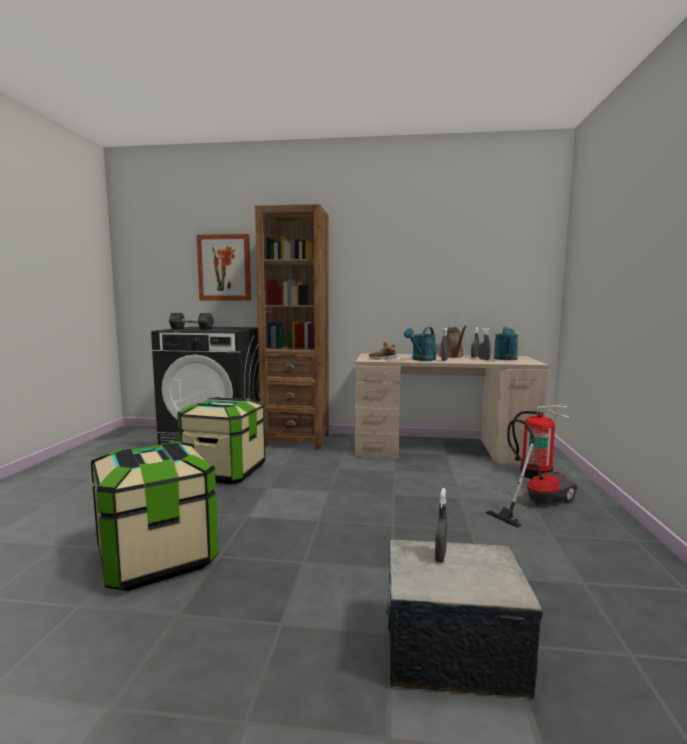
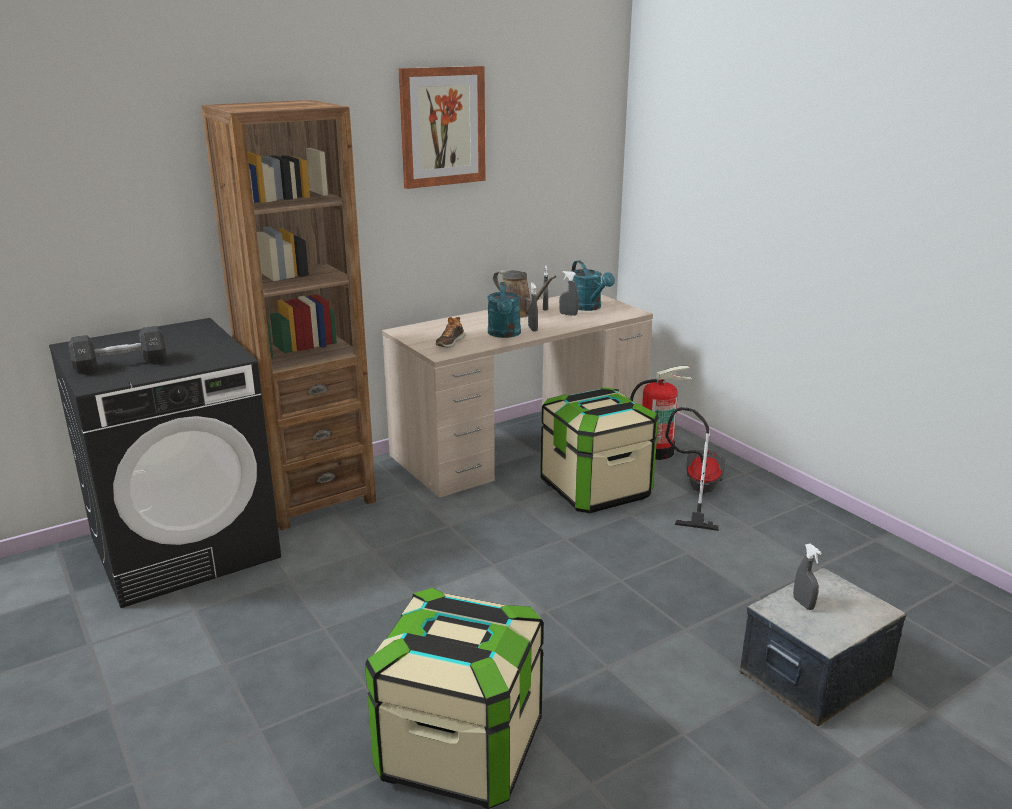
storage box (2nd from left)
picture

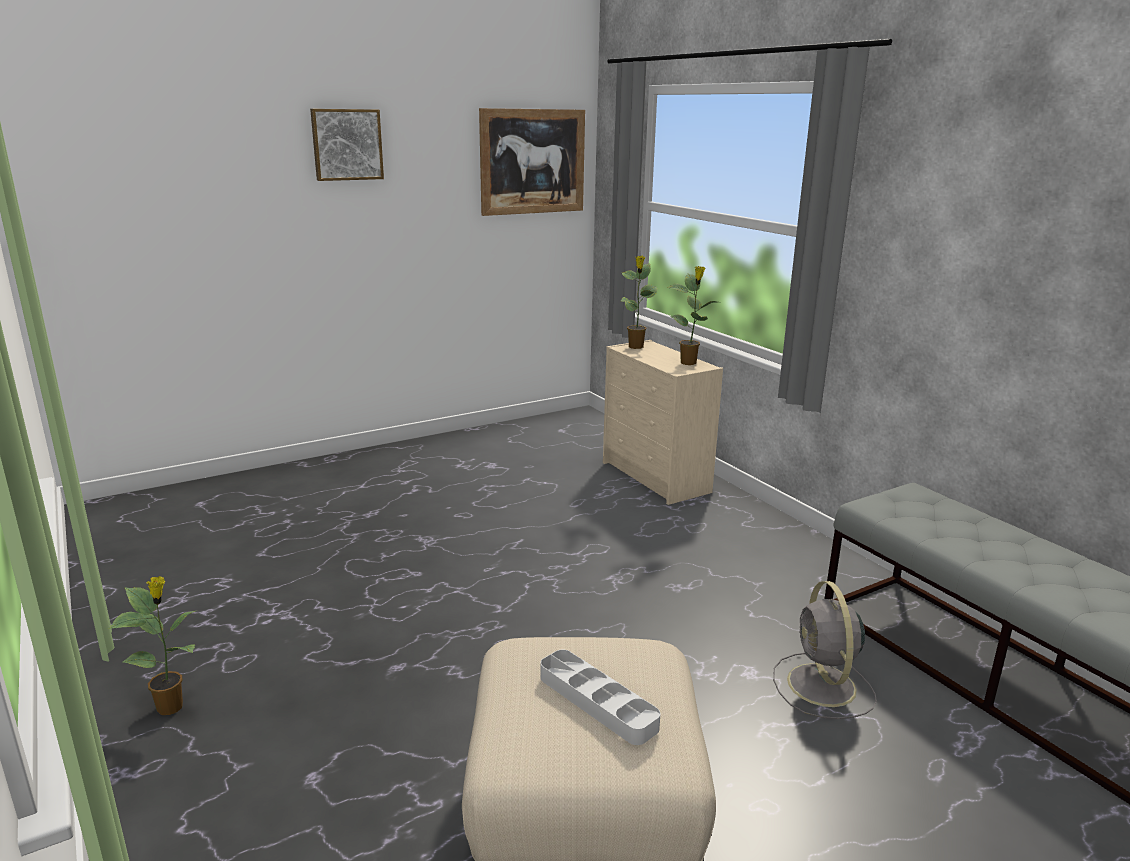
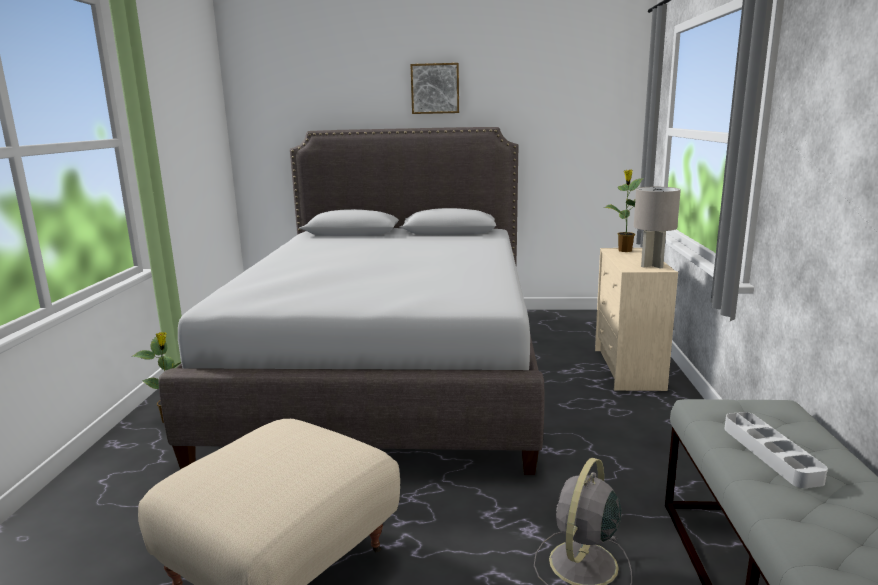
picture (2nd from left in the first image)
bed (grey)
tray (grey)
table lamp (grey)

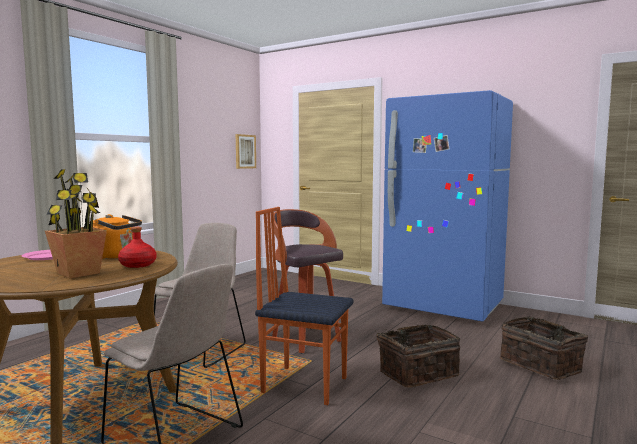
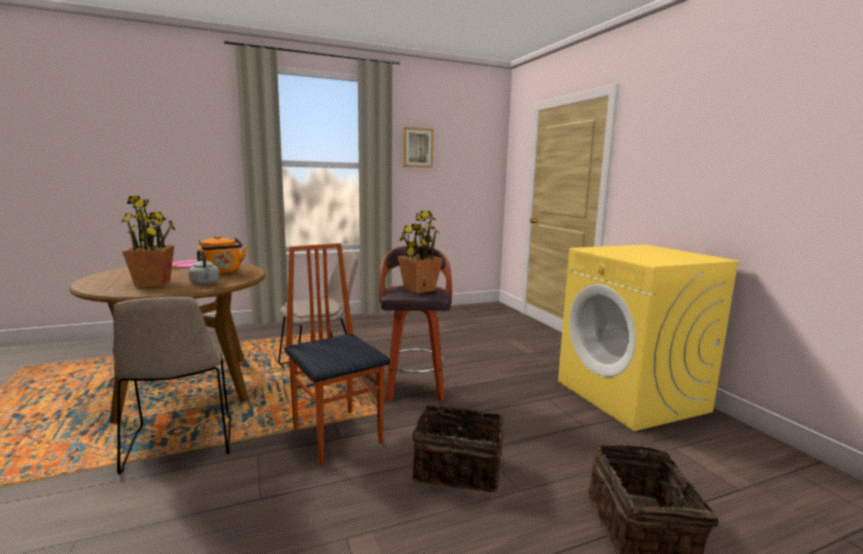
potted plant (2nd from left)
picture
kettle (grey)
washing machine (yellow)

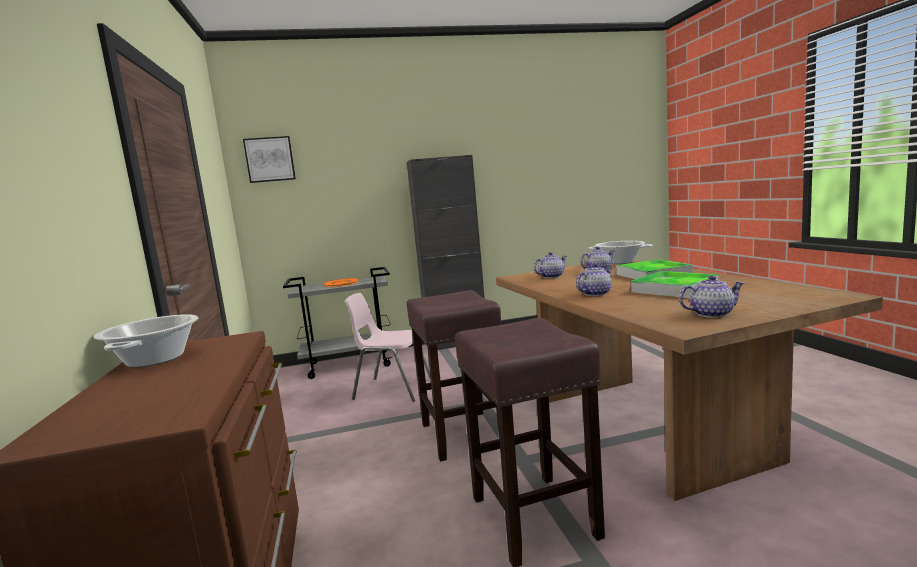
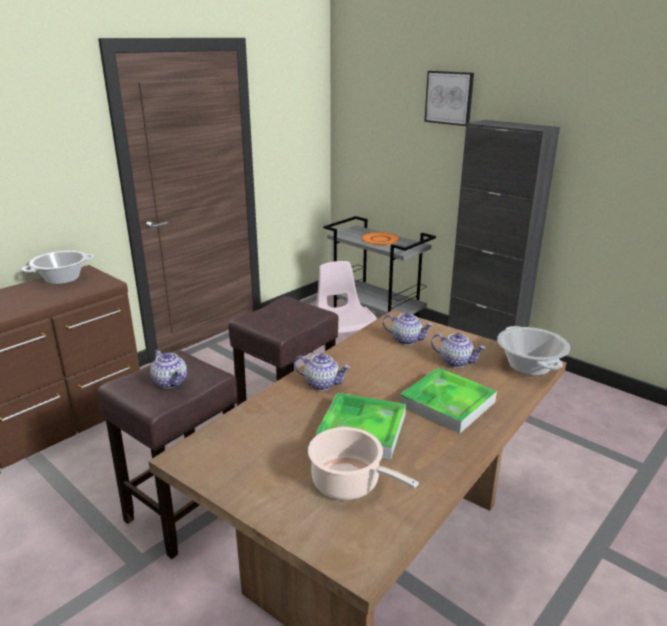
cooking pot (2nd from left)
picture
teapot (1st from left)

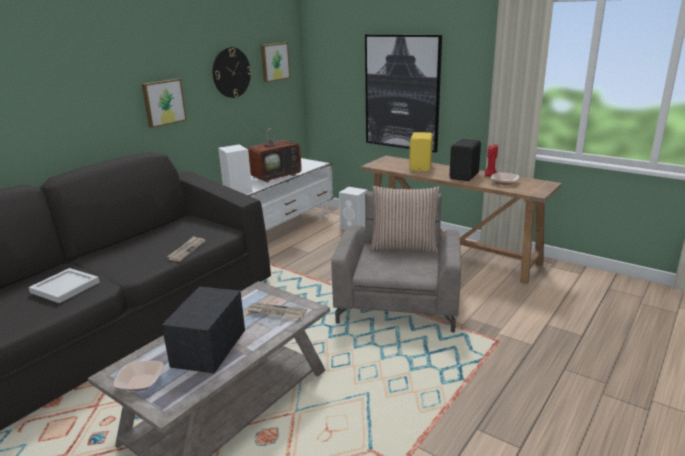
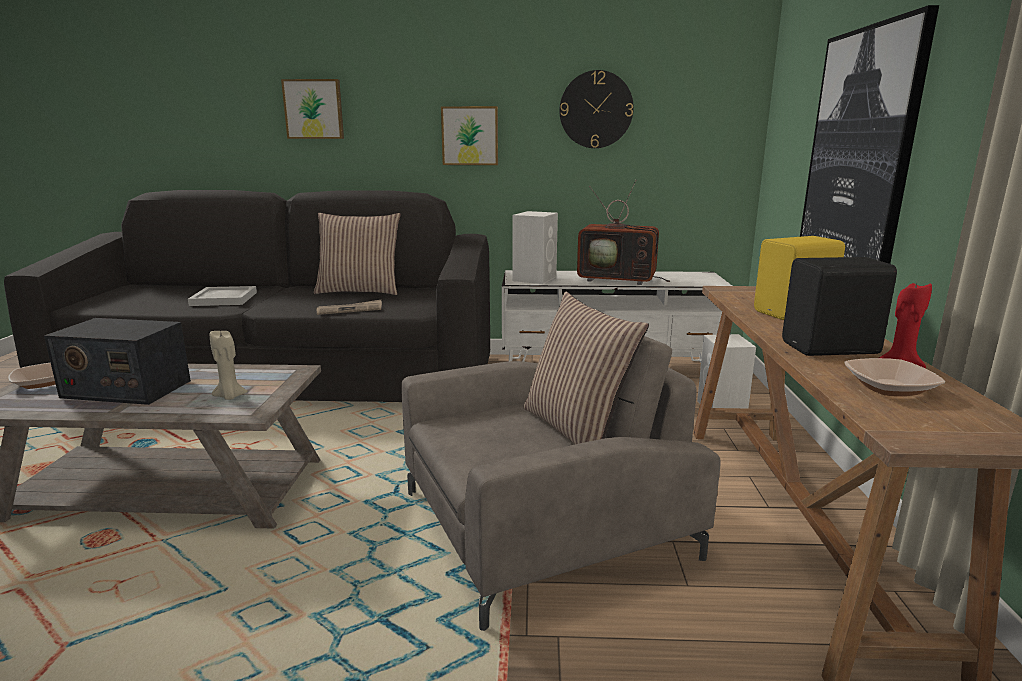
pillow (1st from left)
picture (1st from left)
candle (beige)
radio

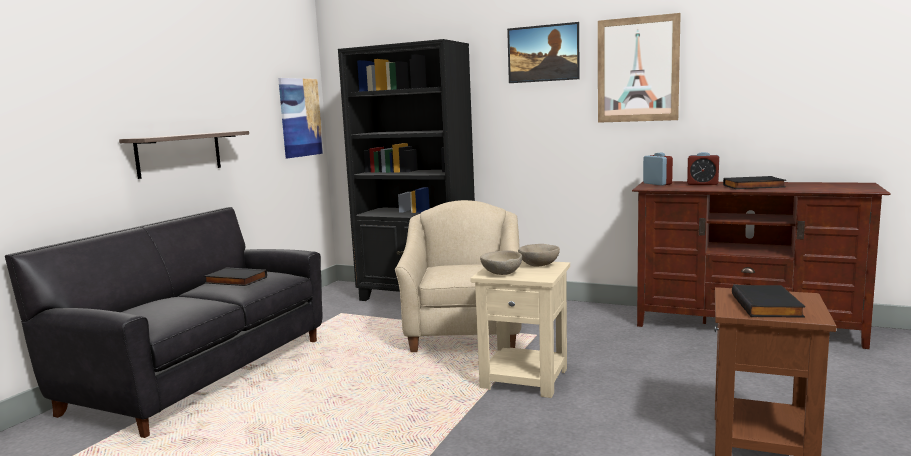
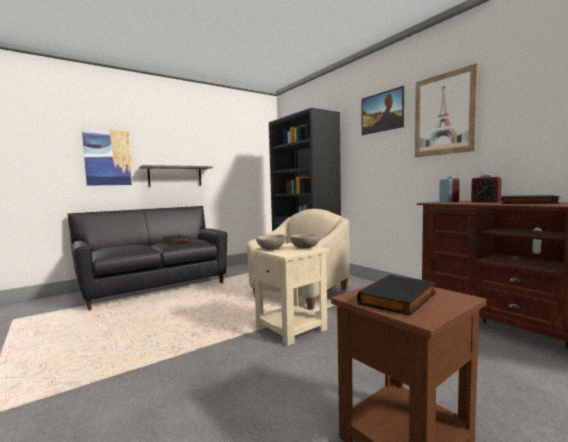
picture (1st from left)

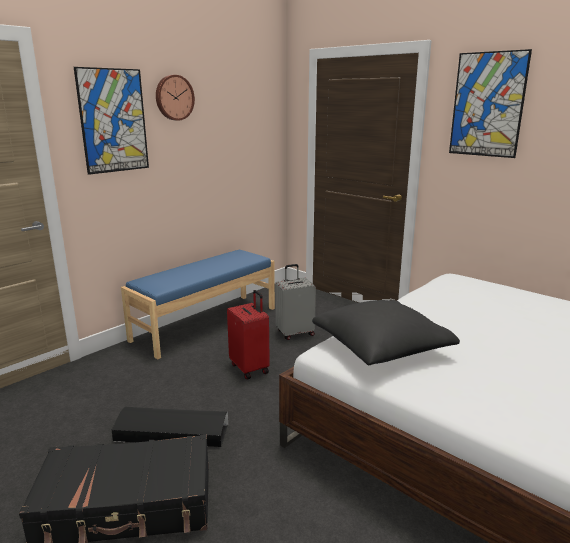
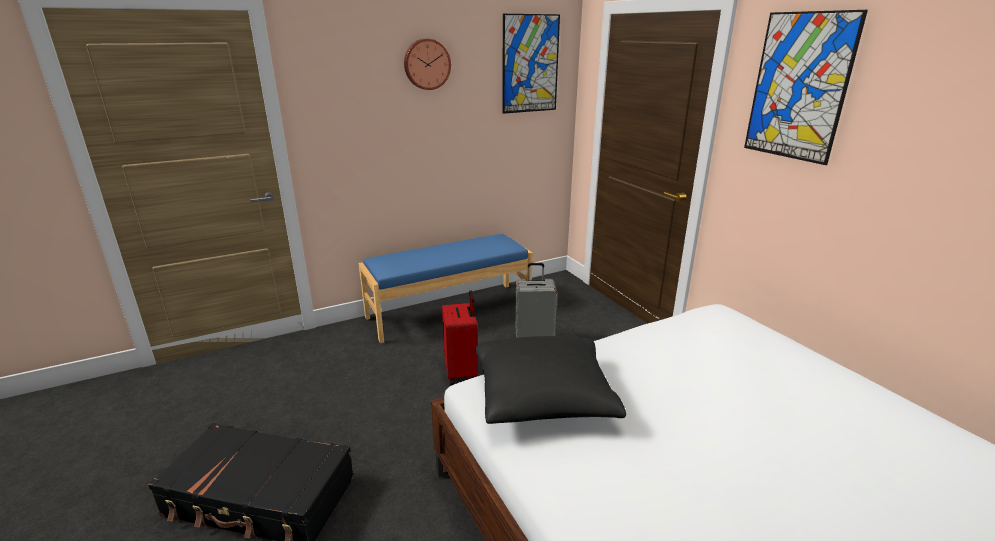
storage box (black)
picture (1st from left)

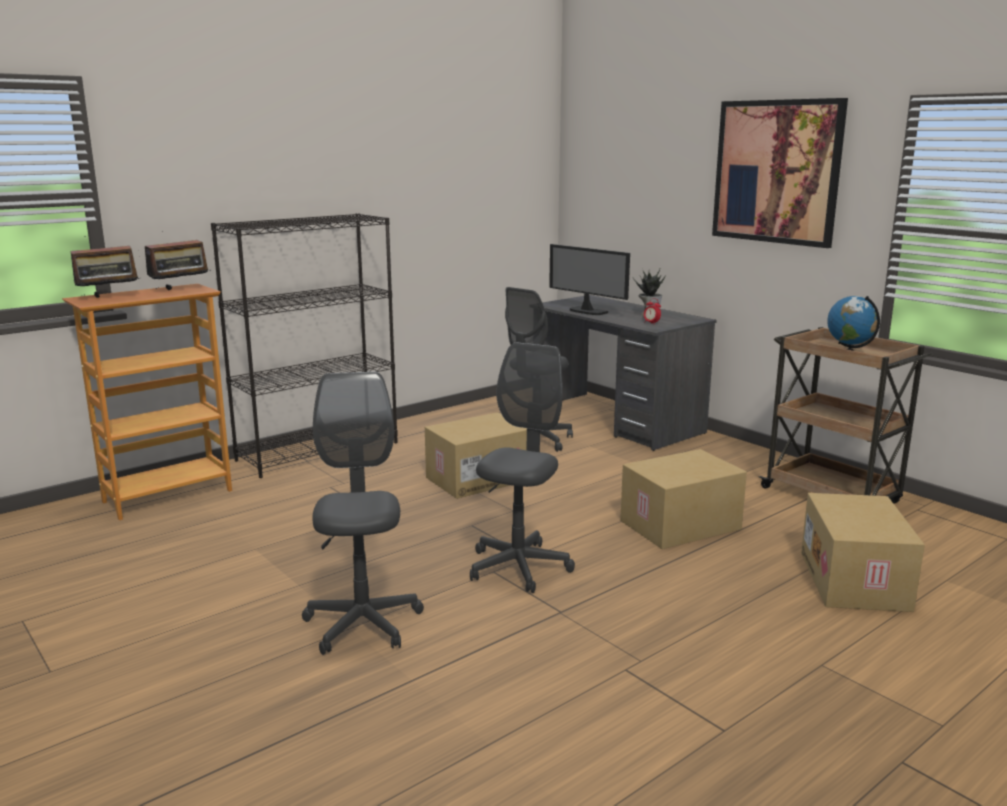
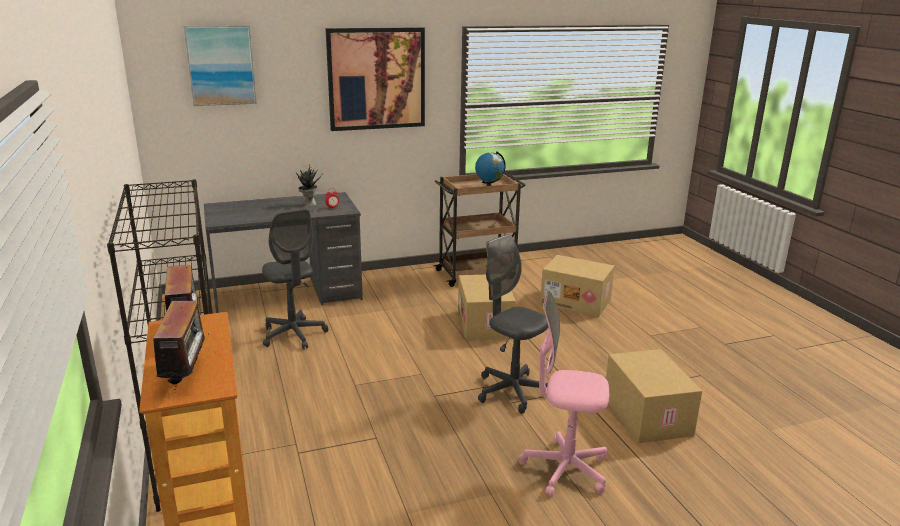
monitor
picture (1st from left)
cardboard box (3rd from left)
office chair (pink)

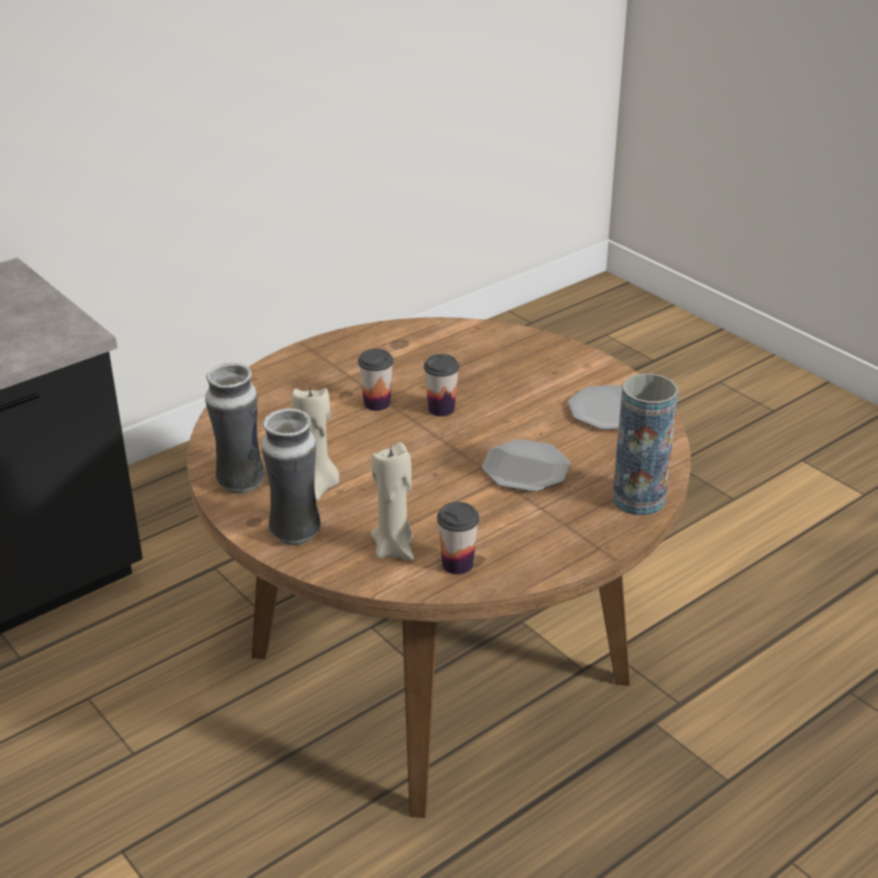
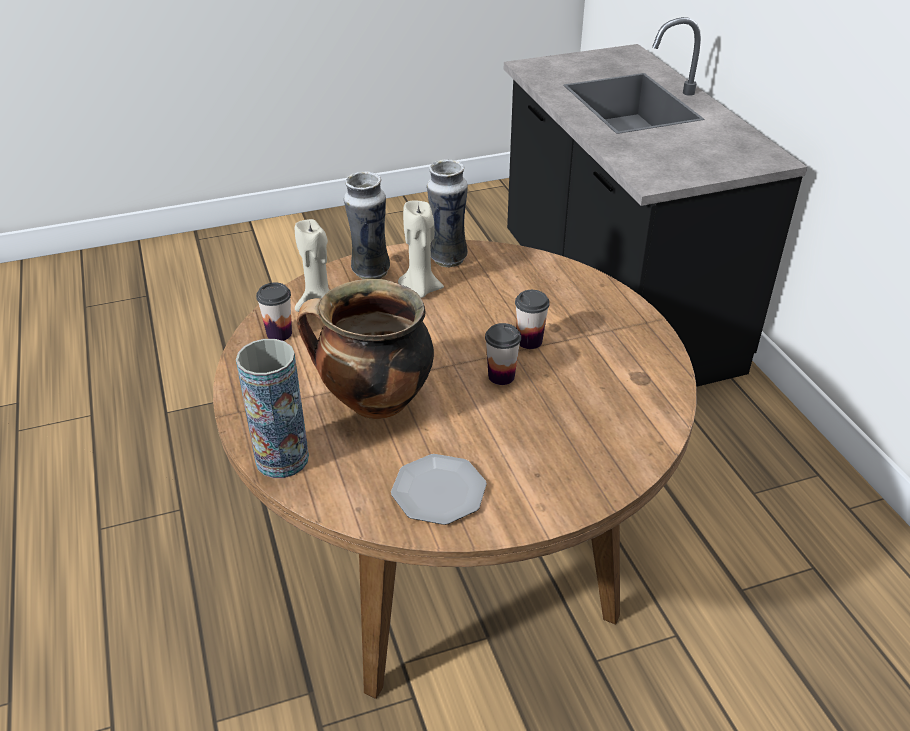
cooking pot

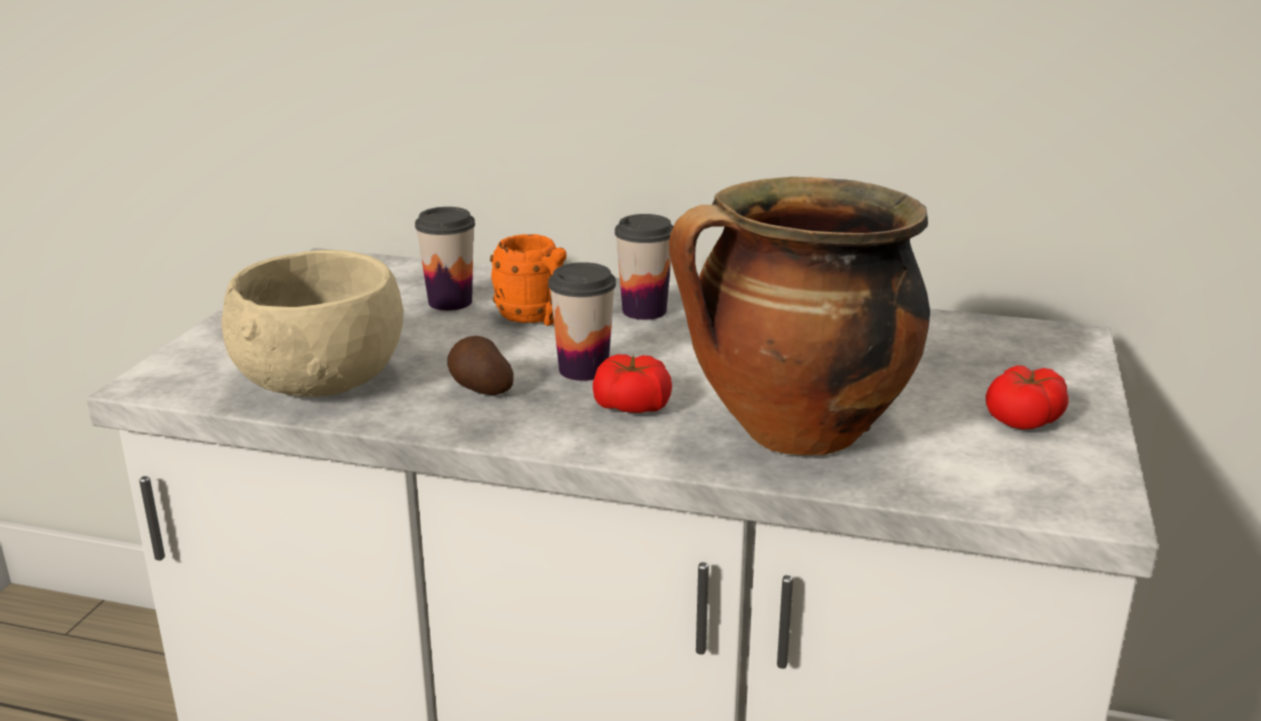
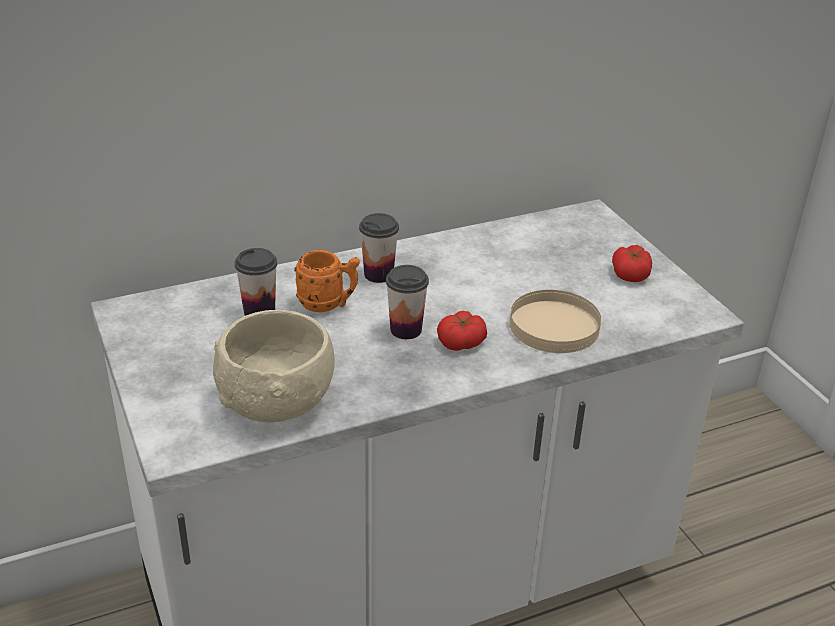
potato
plate (beige)

